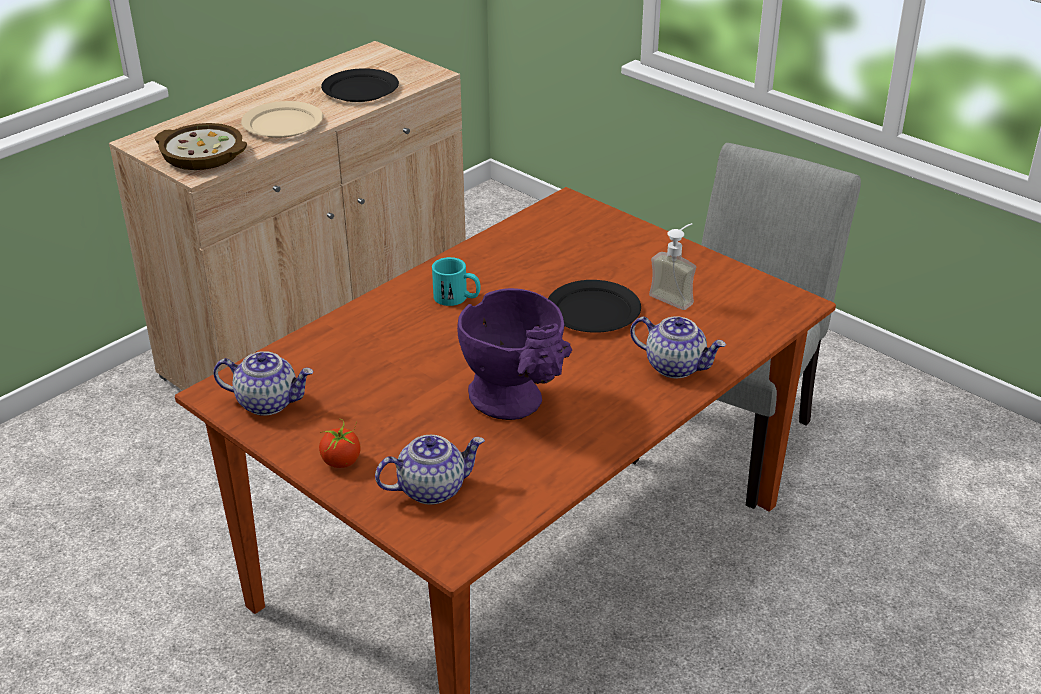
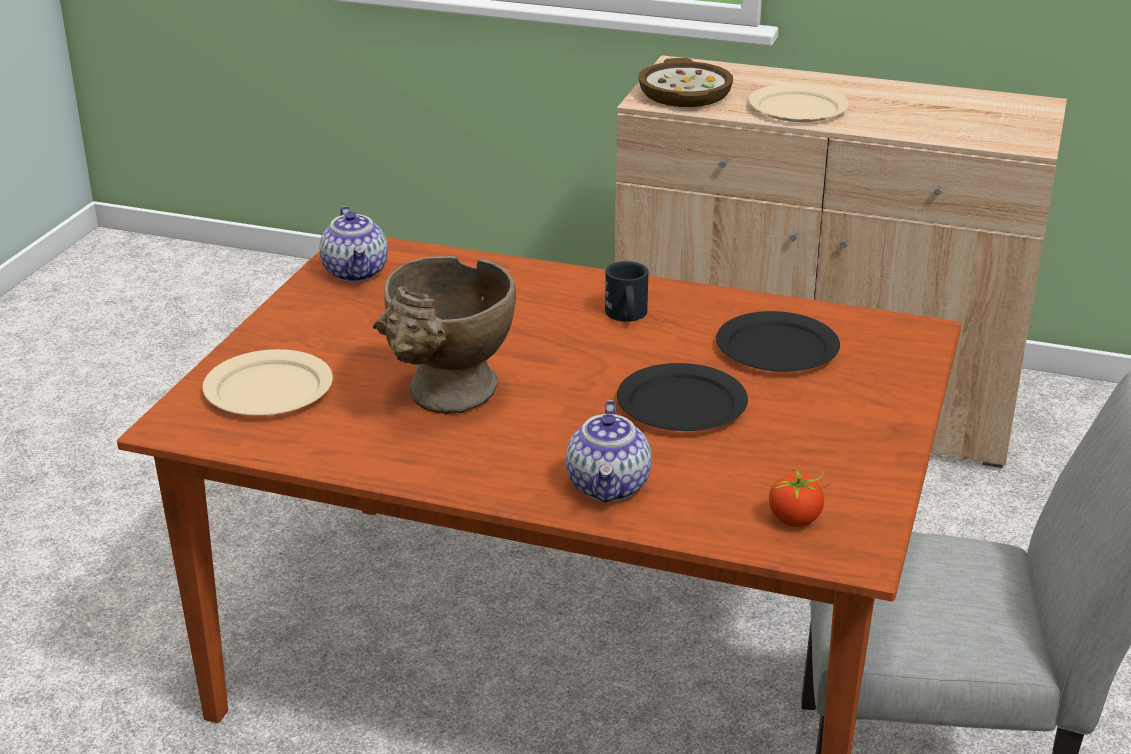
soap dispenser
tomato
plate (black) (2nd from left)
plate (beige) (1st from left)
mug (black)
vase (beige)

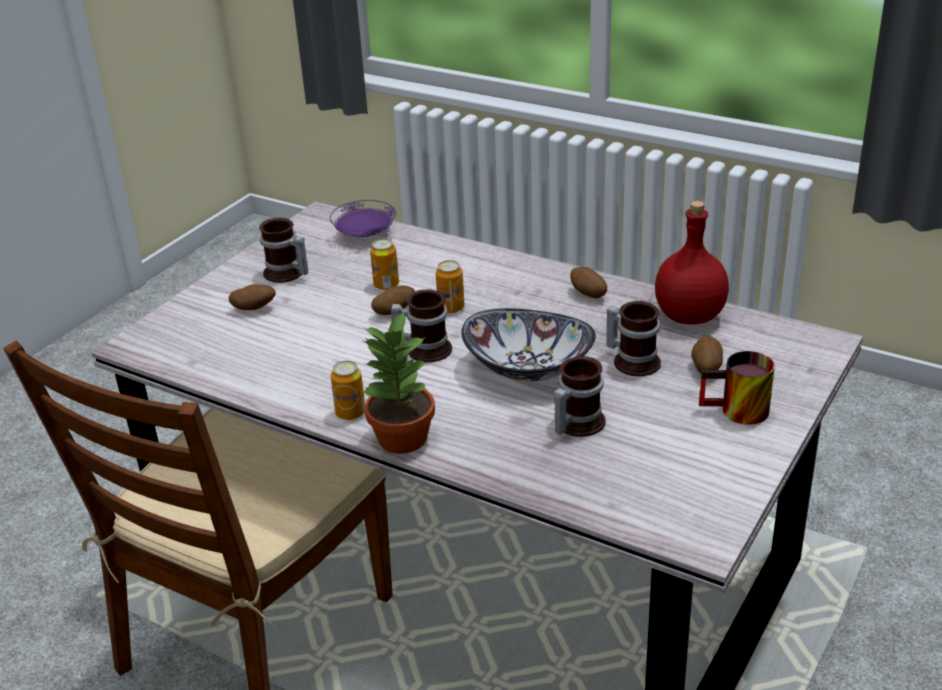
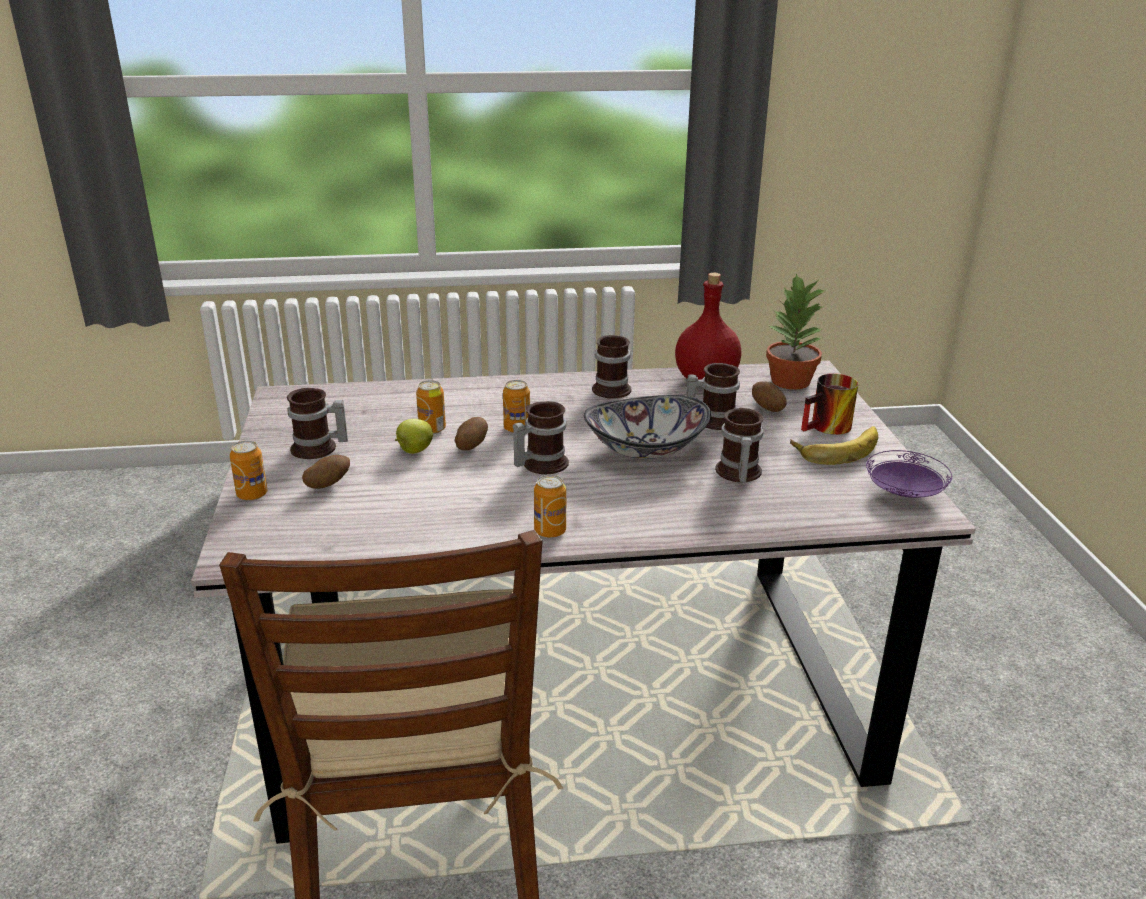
can (1st from left)
apple
banana
plate (purple)
potted plant
mug (3rd from left)

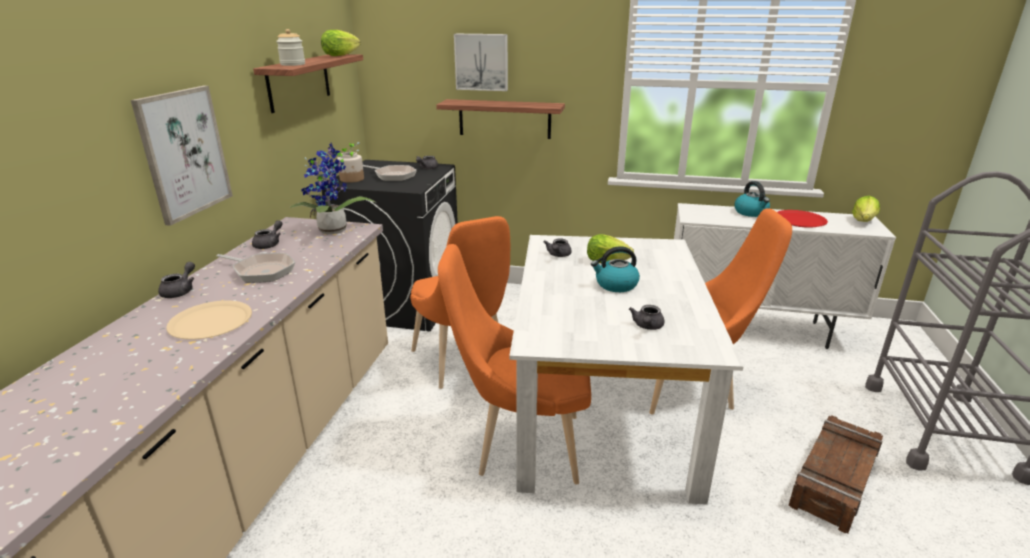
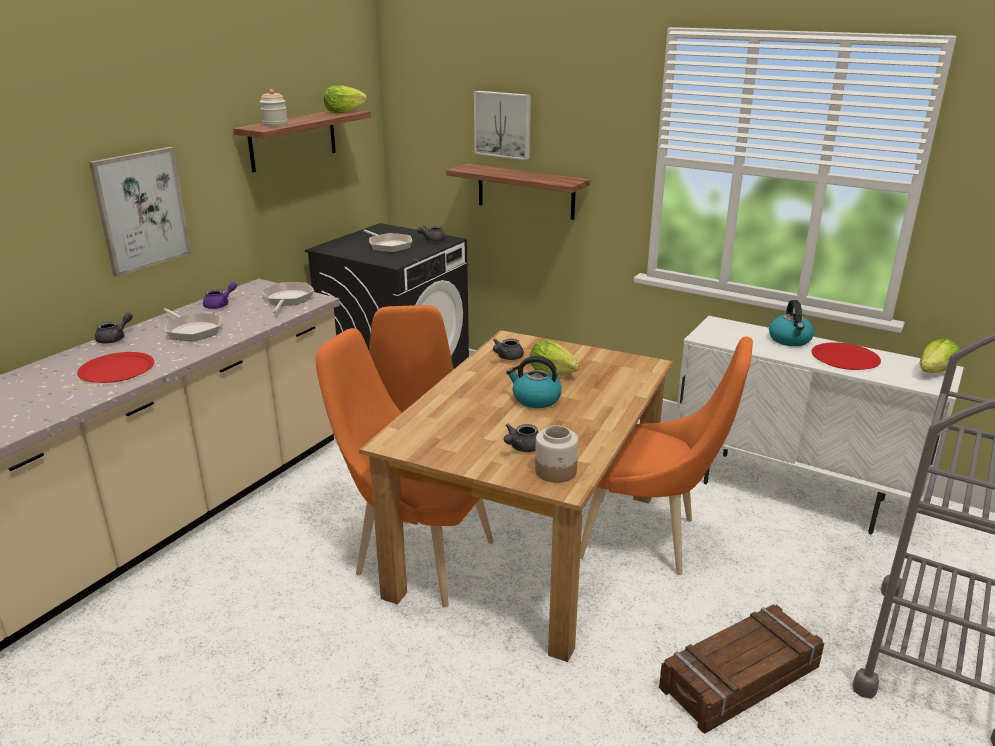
jar (2nd from left)
frying pan (2nd from left)
plate (red) (1st from left)
teapot (purple)
dining table (brown)

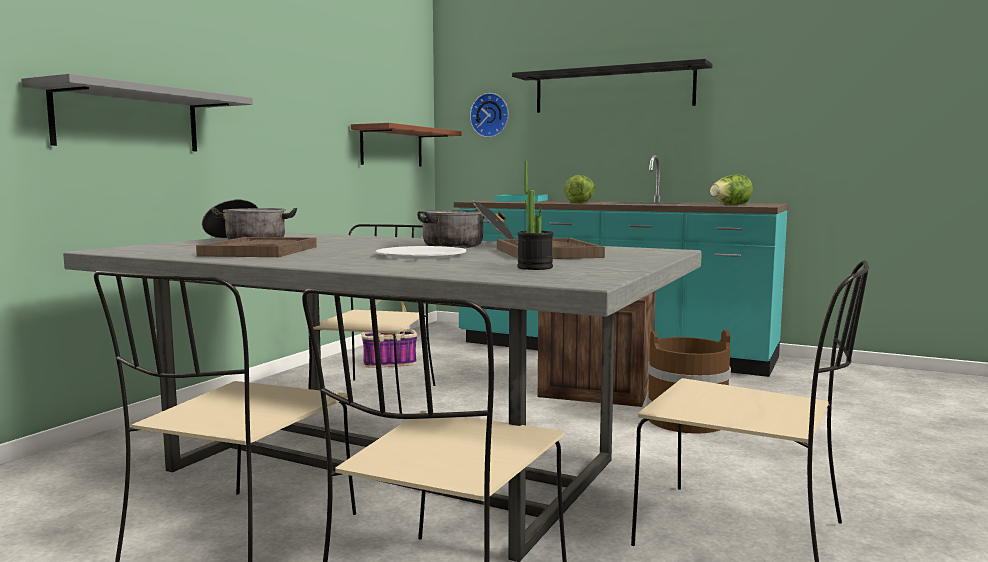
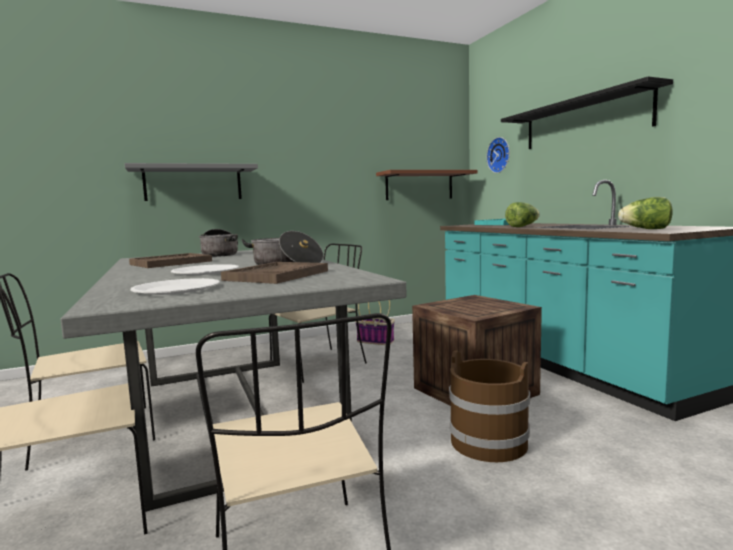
plate (white) (1st from left)

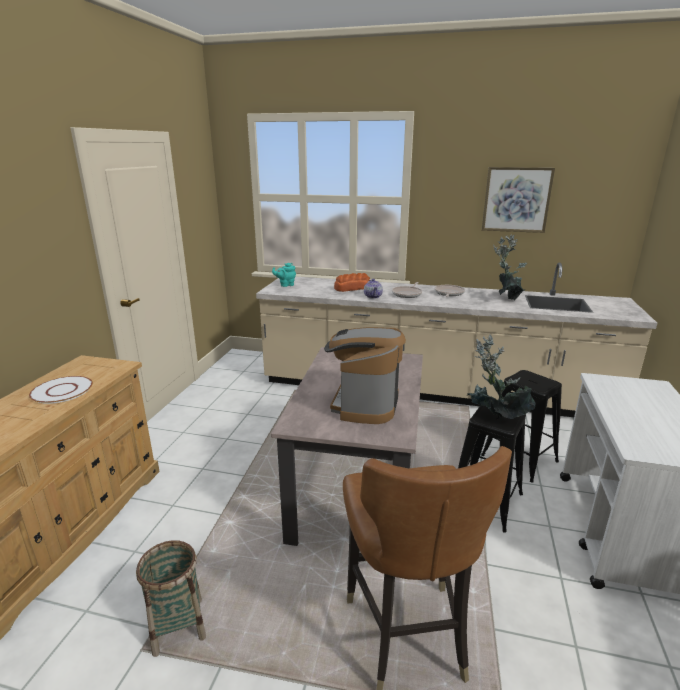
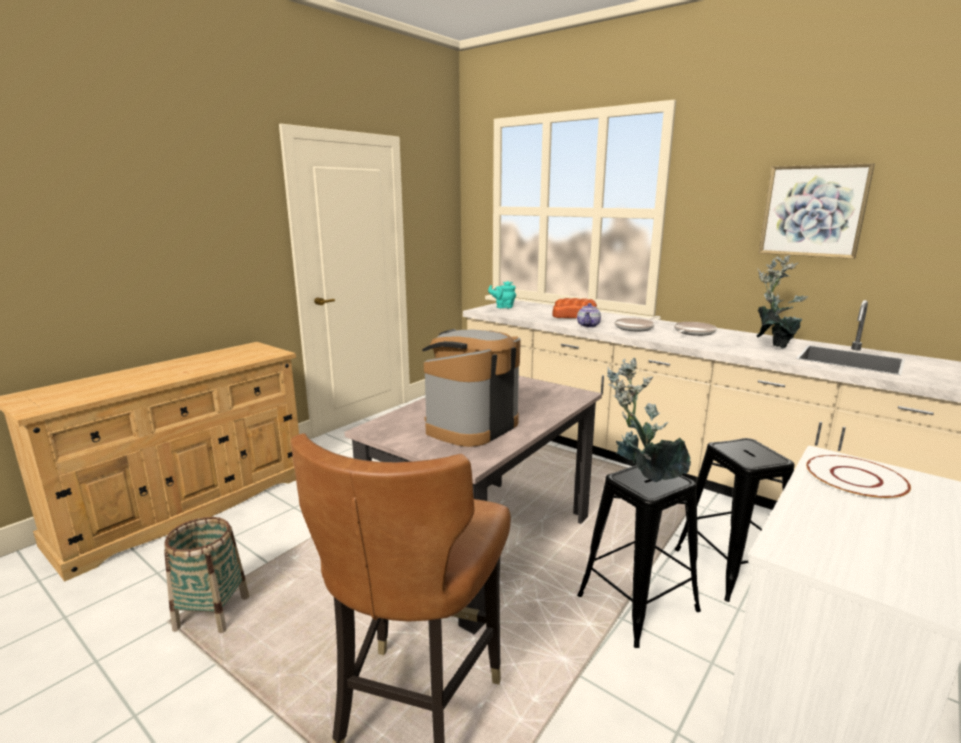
plate (white)

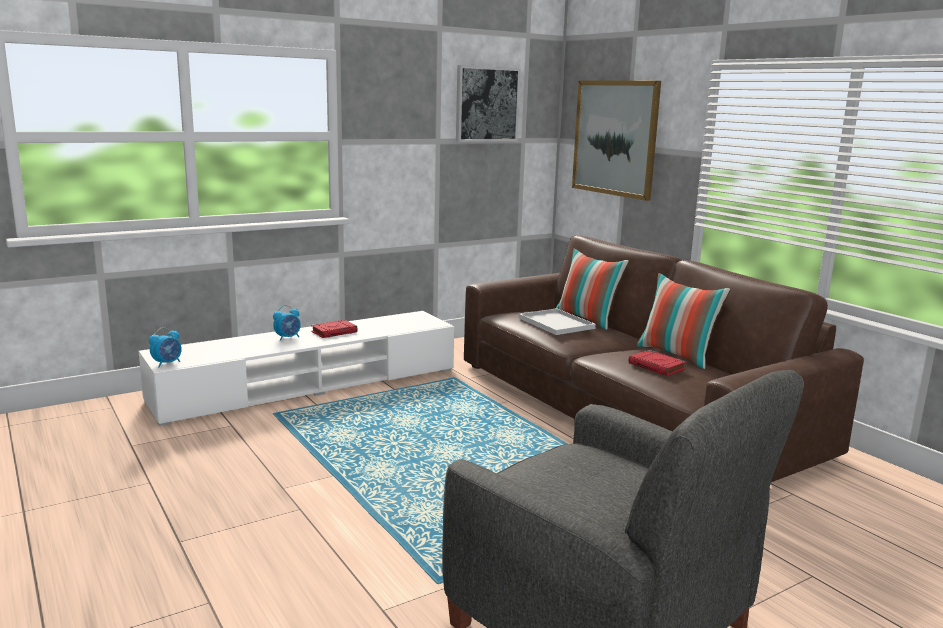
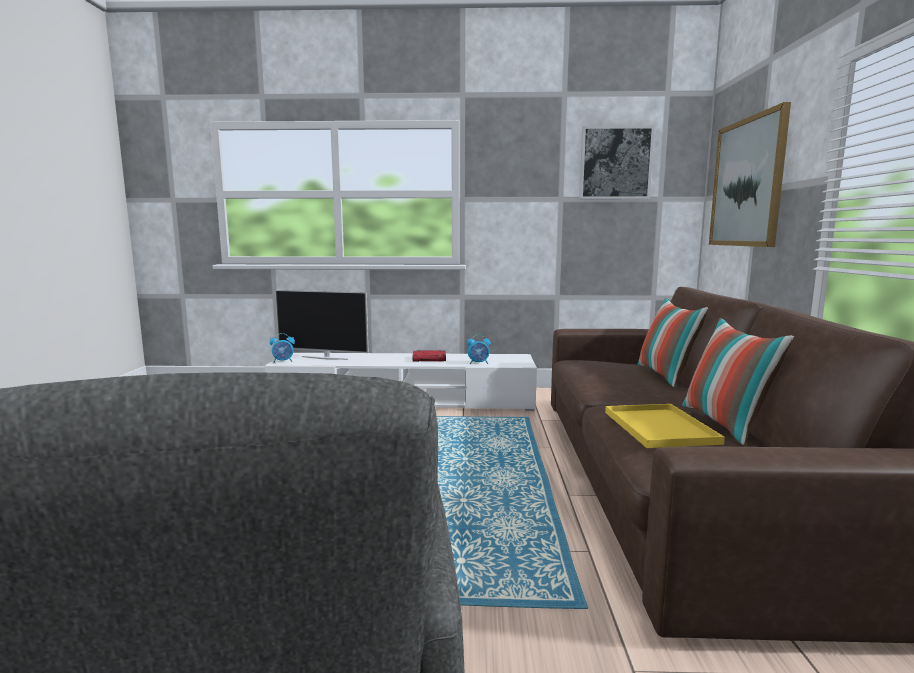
tray (white)
television
alarm clock (2nd from left)
tray (yellow)

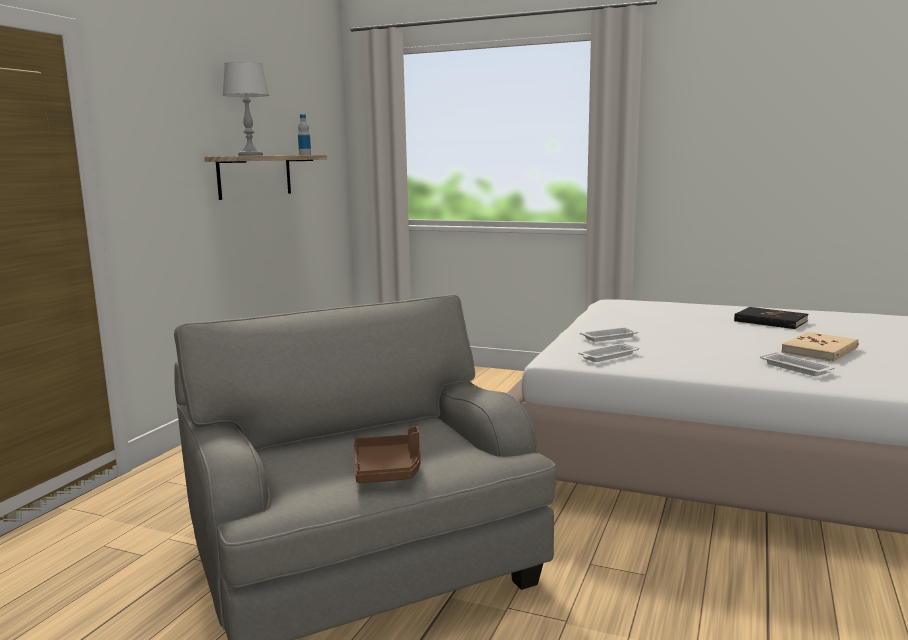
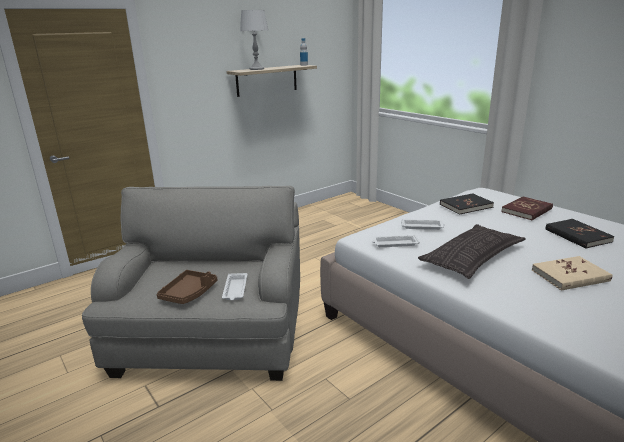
pillow
book (black) (1st from left)
book (red)
tray (white) (1st from left)

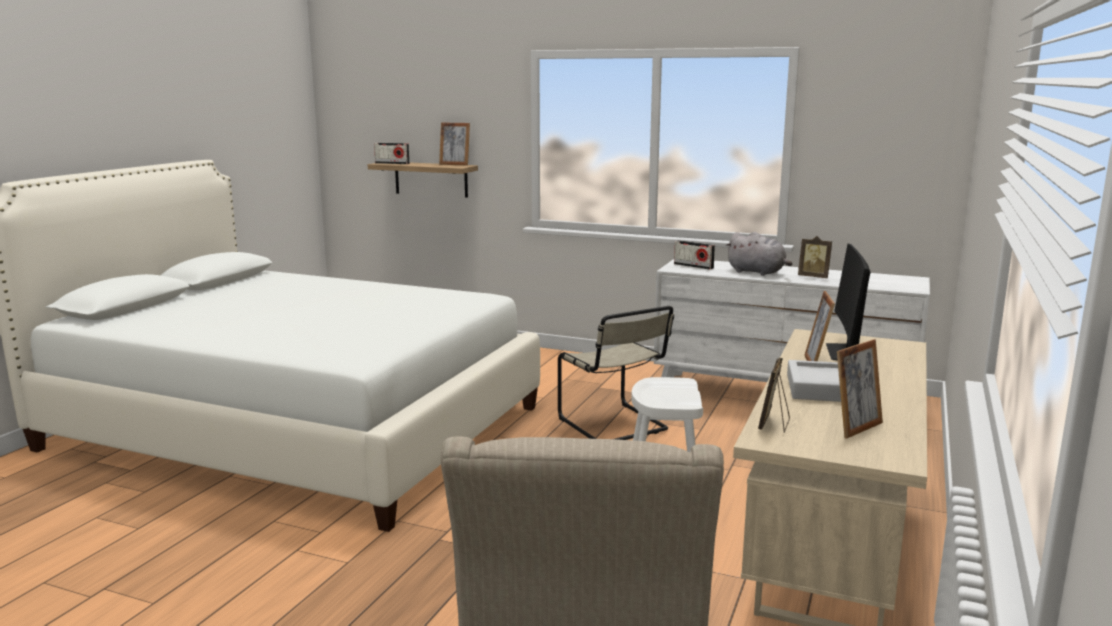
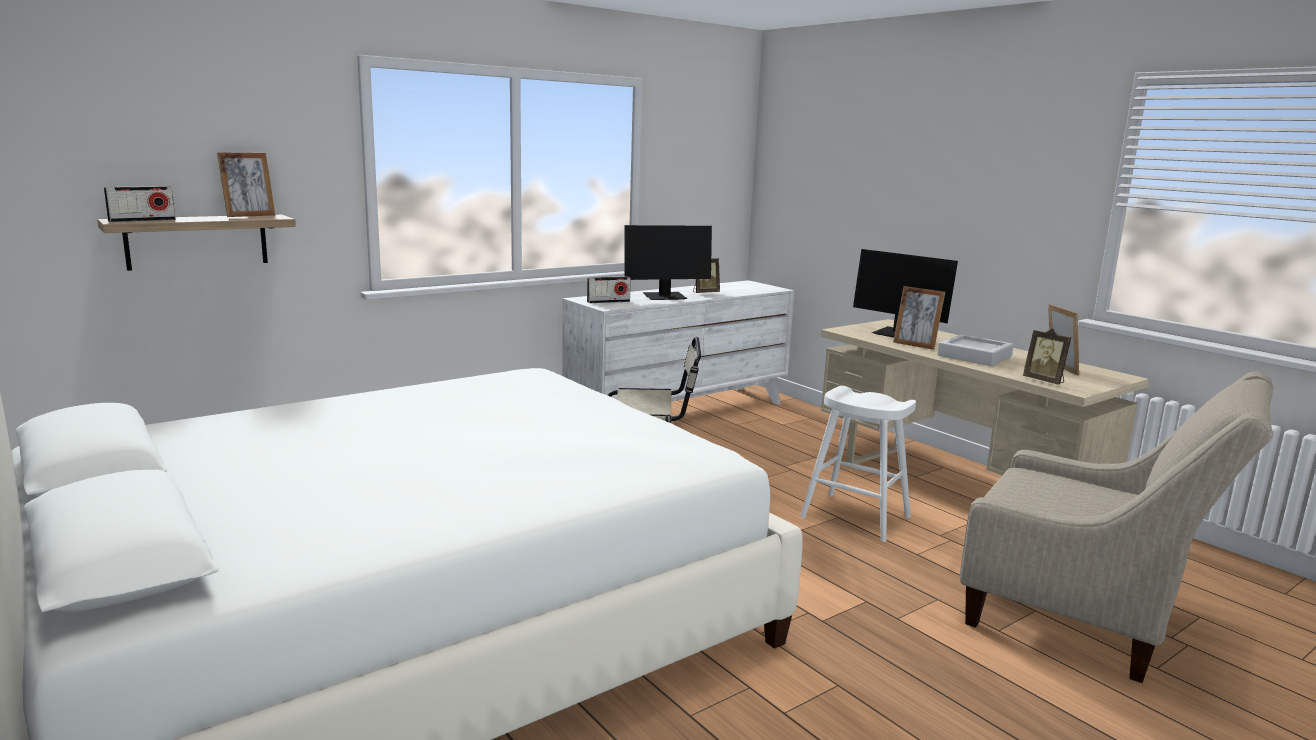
monitor (1st from left)

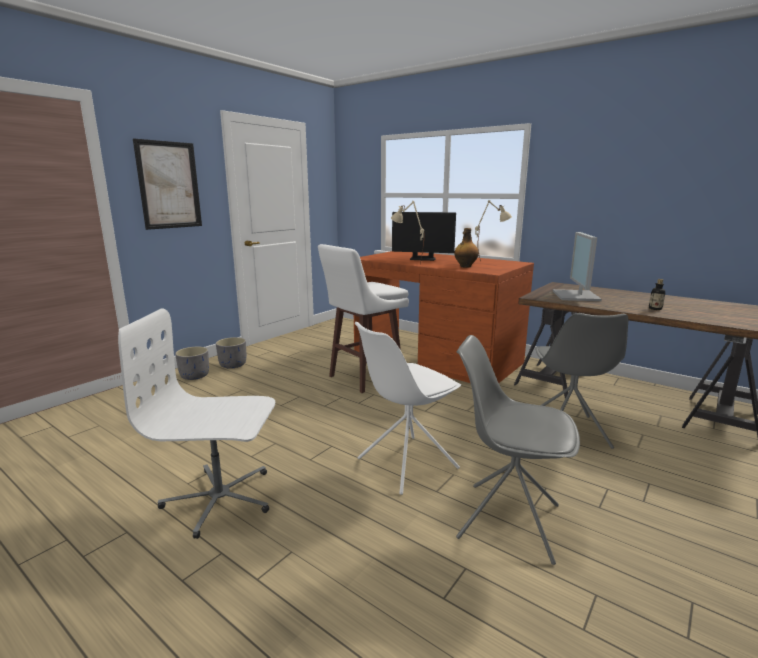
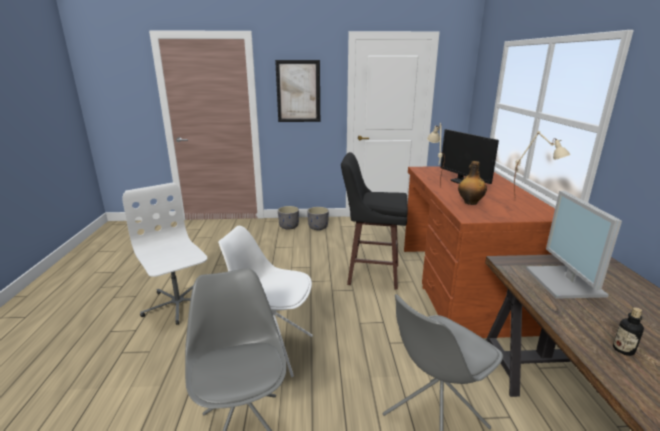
stool (black)
monitor (2nd from left)

